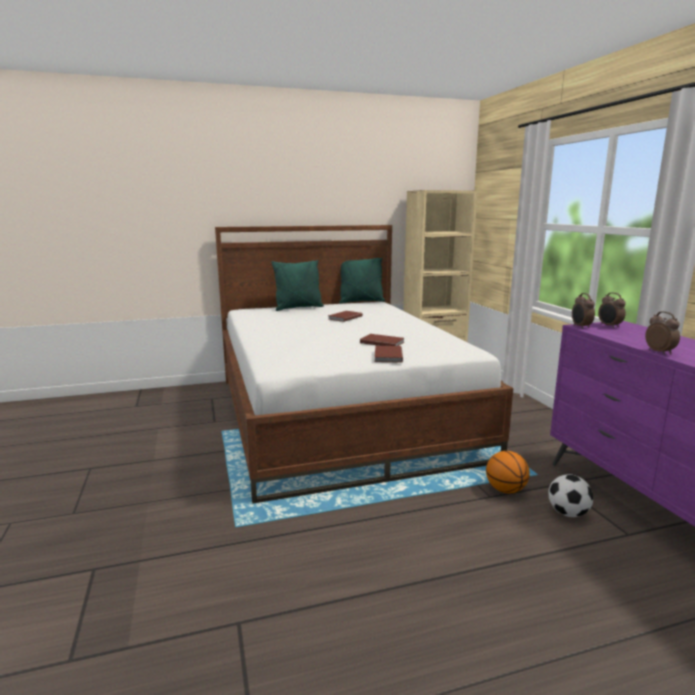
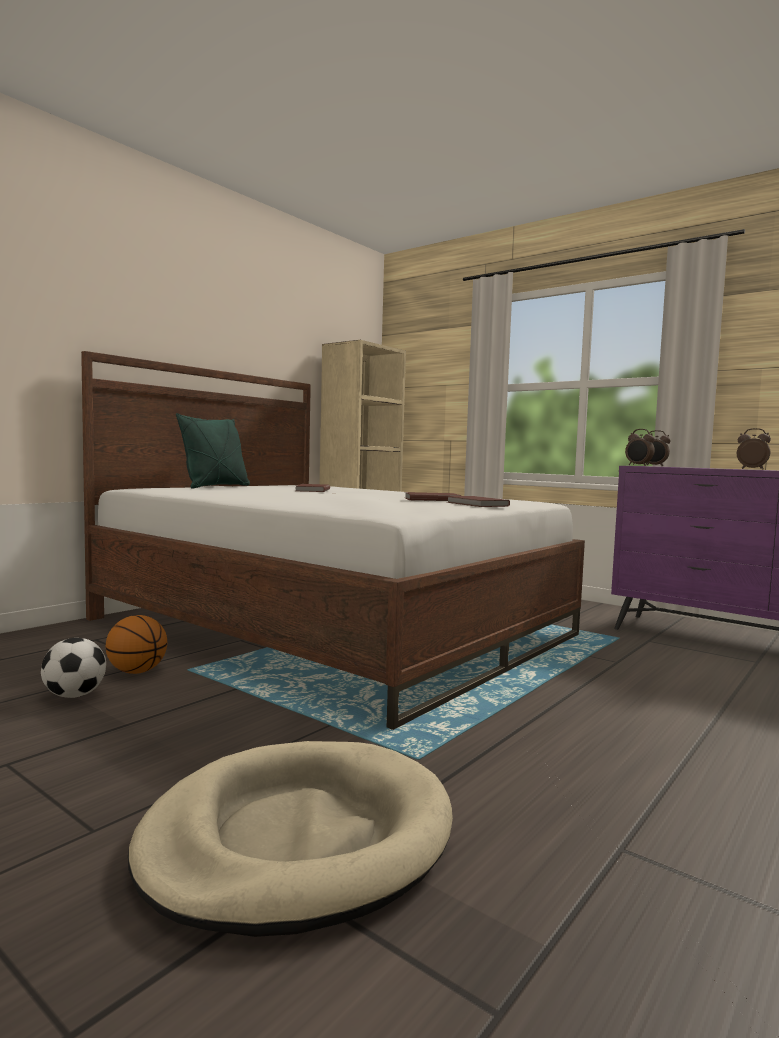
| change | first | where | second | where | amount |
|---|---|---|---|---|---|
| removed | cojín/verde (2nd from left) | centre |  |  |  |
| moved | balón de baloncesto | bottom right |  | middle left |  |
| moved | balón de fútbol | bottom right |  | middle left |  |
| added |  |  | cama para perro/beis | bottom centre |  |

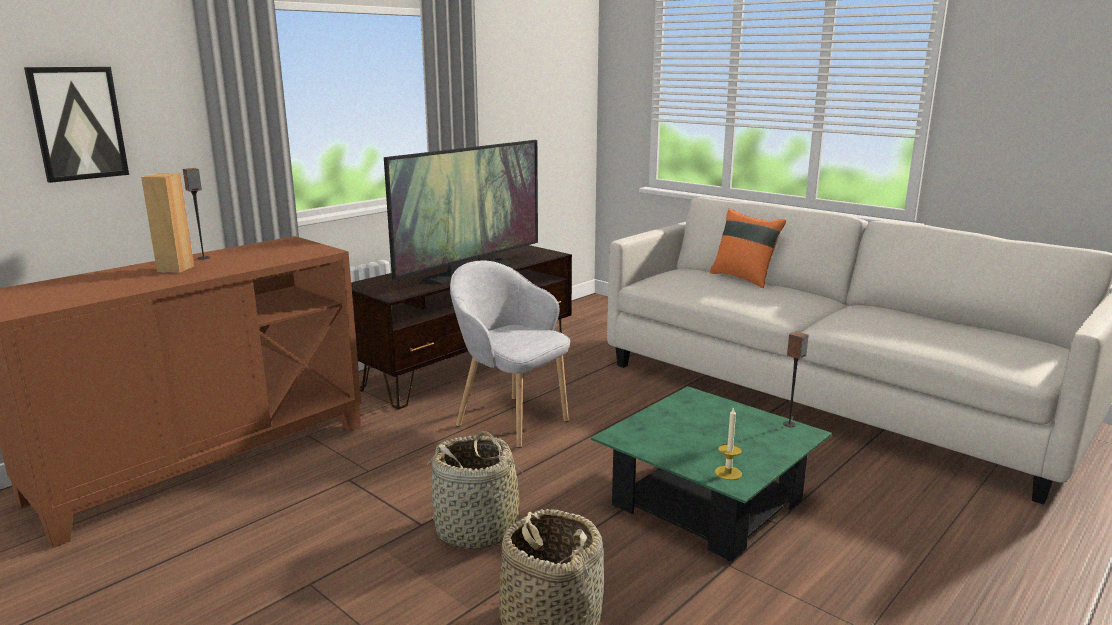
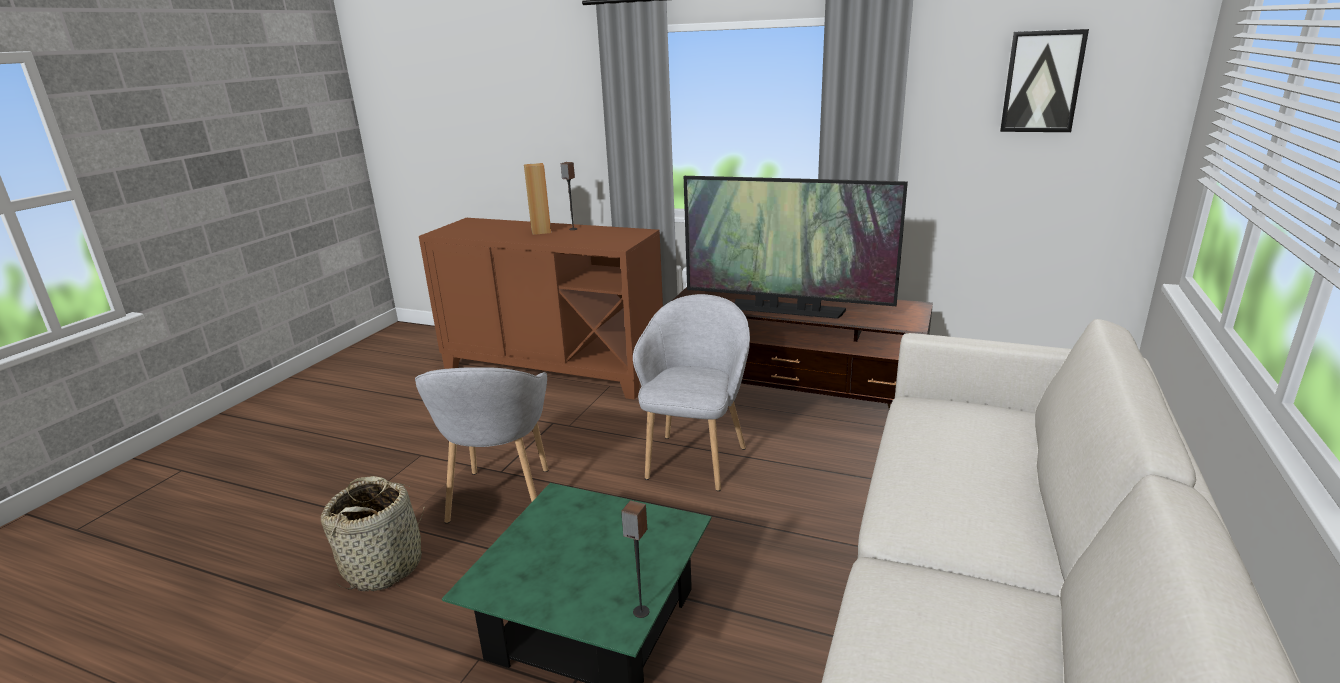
| change | first | where | second | where | amount |
|---|---|---|---|---|---|
| moved | cuadro | top left |  | top right |  |
| replaced | cesta (1st from left) | bottom centre | sillón/gris (1st from left) | centre |  |
| removed | cojín/naranja | middle right |  |  |  |
| removed | vela | bottom centre |  |  |  |

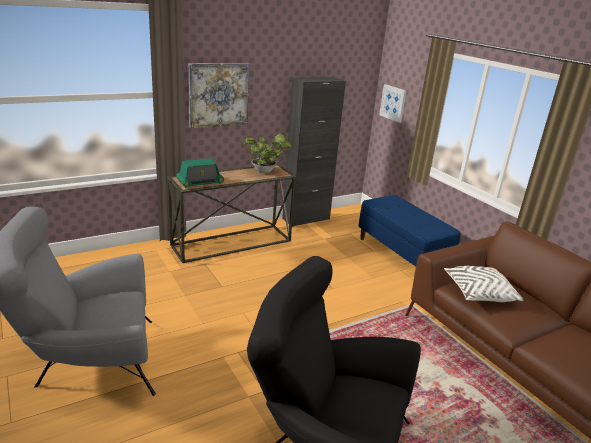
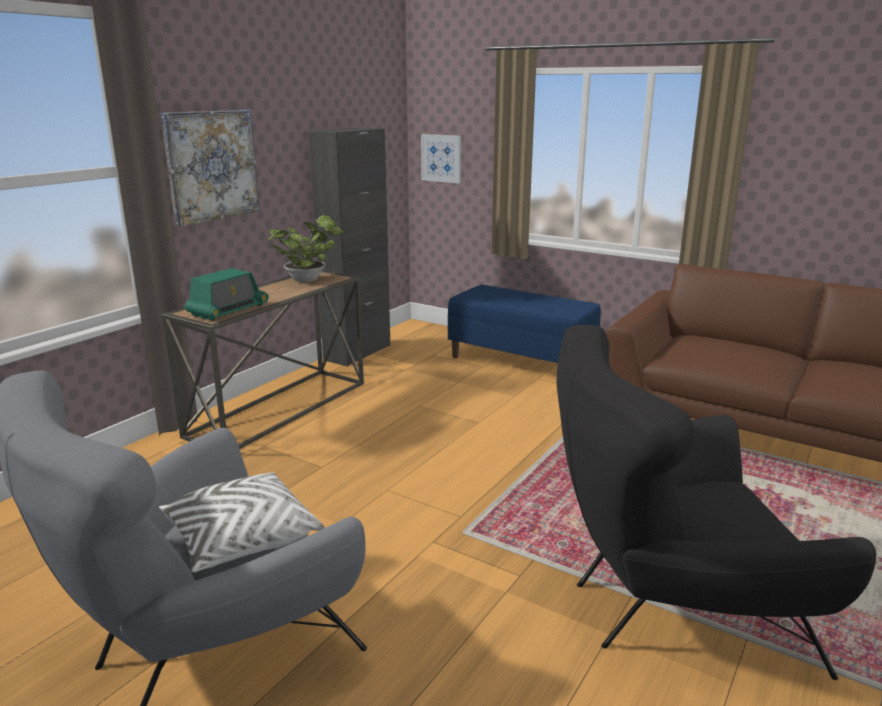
| change | first | where | second | where | amount |
|---|---|---|---|---|---|
| moved | cojín/blanco | middle right |  | bottom left |  |

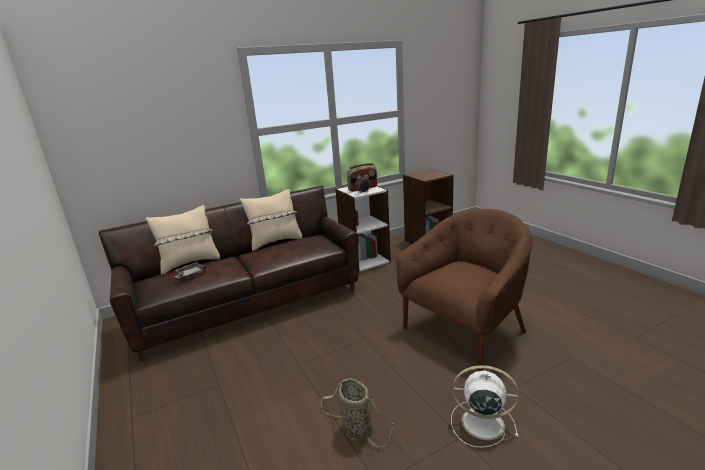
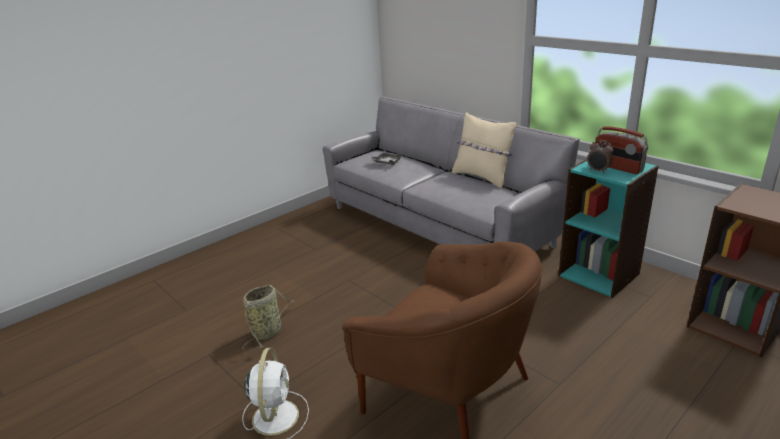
| change | first | where | second | where | amount |
|---|---|---|---|---|---|
| recoloured | sofá/marrón | middle left | sofá/gris | centre |  |
| removed | cojín/beis (1st from left) | middle left |  |  |  |
| recoloured | estantería/blanco | centre | estantería/turquesa | middle right |  |

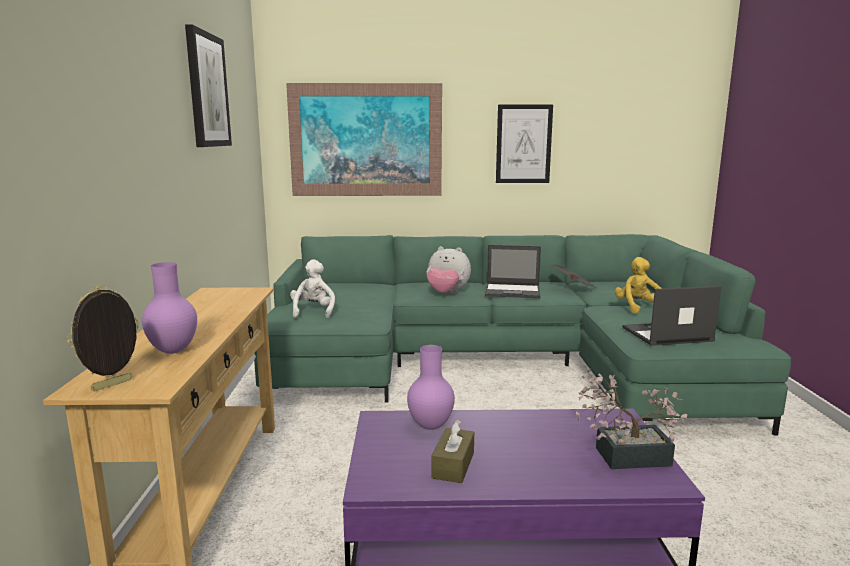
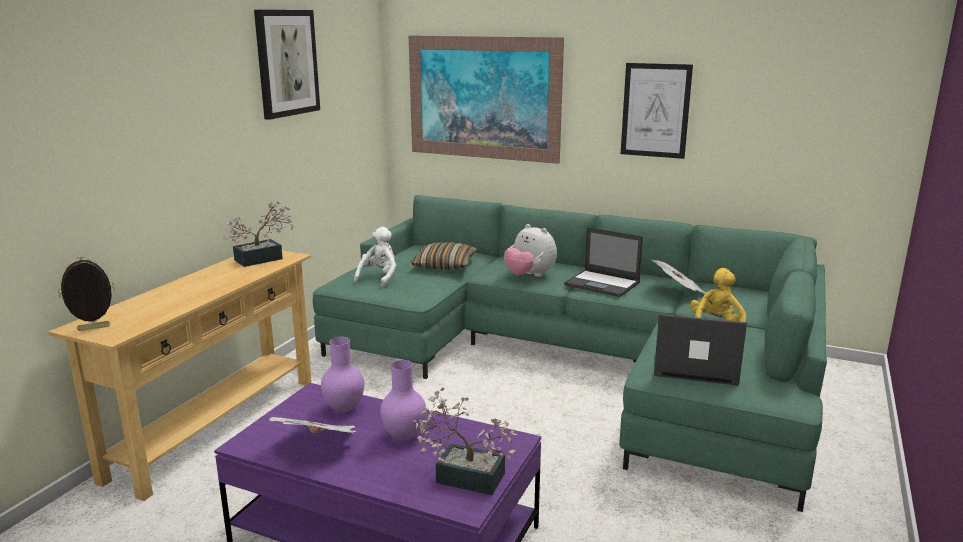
| change | first | where | second | where | amount |
|---|---|---|---|---|---|
| moved | florero/morado (1st from left in the first image) | middle left | florero/morado (2nd from left) | bottom centre |  |
| replaced | caja de pañuelos/marrón | bottom centre | periódico (1st from left) | bottom left |  |
| added |  |  | planta en maceta (1st from left) | middle left |  |
| added |  |  | cojín | centre |  |

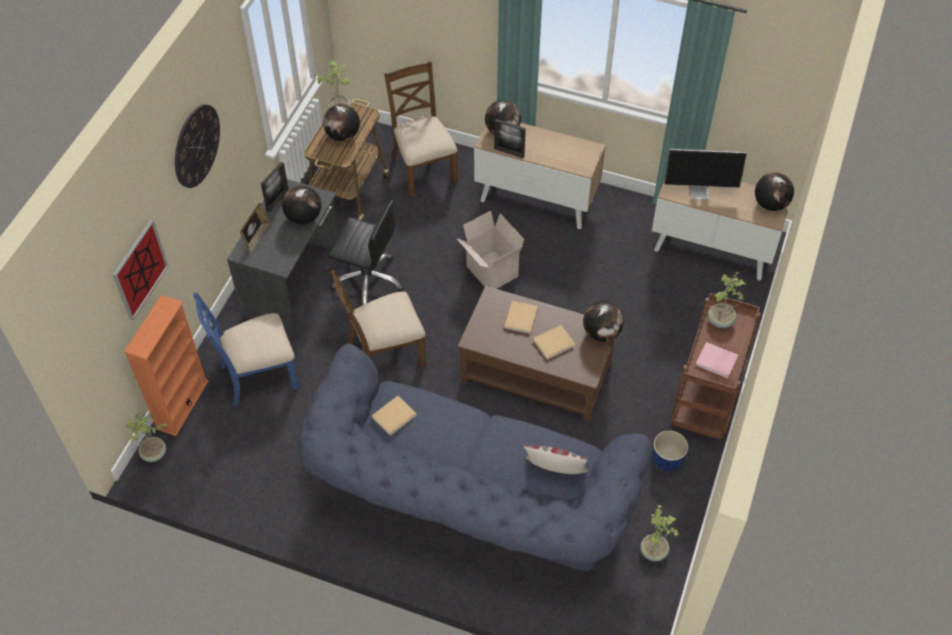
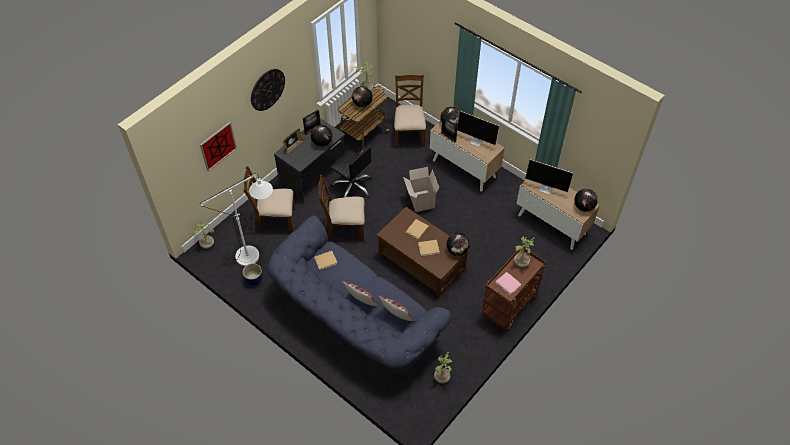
| change | first | where | second | where | amount |
|---|---|---|---|---|---|
| removed | estantería/naranja | middle left |  |  |  |
| recoloured | silla/azul | middle left | silla/marrón (1st from left) | centre |  |
| moved | maceta/azul | bottom right |  | middle left |  |
| added |  |  | lámpara de pie/blanco | middle left |  |
| added |  |  | cojín (1st from left) | centre |  |
| added |  |  | monitor (1st from left) | top centre |  |

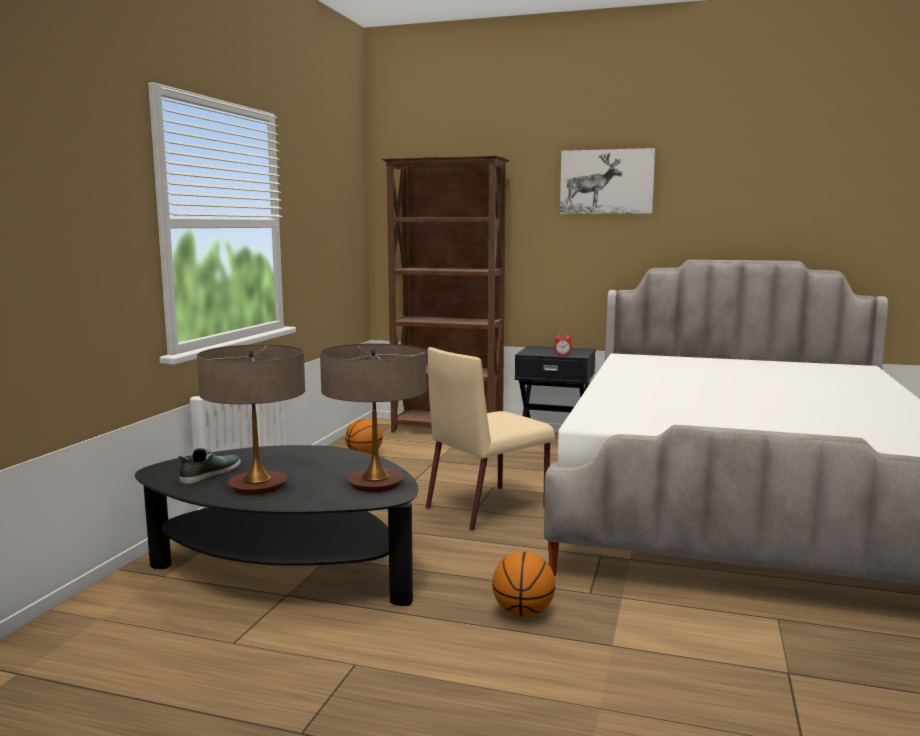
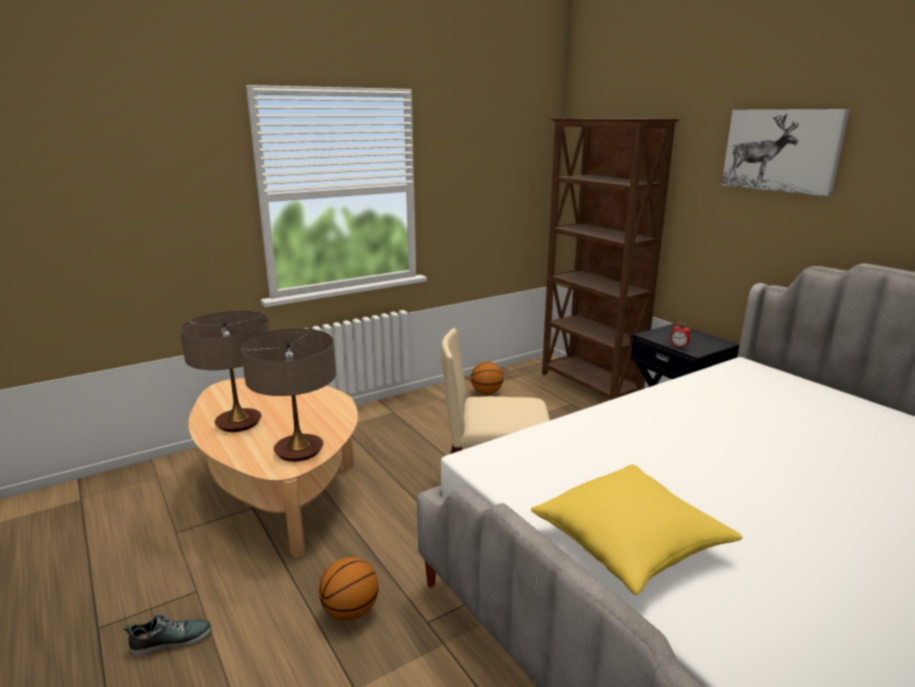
| change | first | where | second | where | amount |
|---|---|---|---|---|---|
| recoloured | mesa de centro/negro | bottom left | mesa de centro/beis | bottom left |  |
| moved | zapato | middle left |  | bottom left |  |
| added |  |  | cojín/amarillo | bottom right |  |

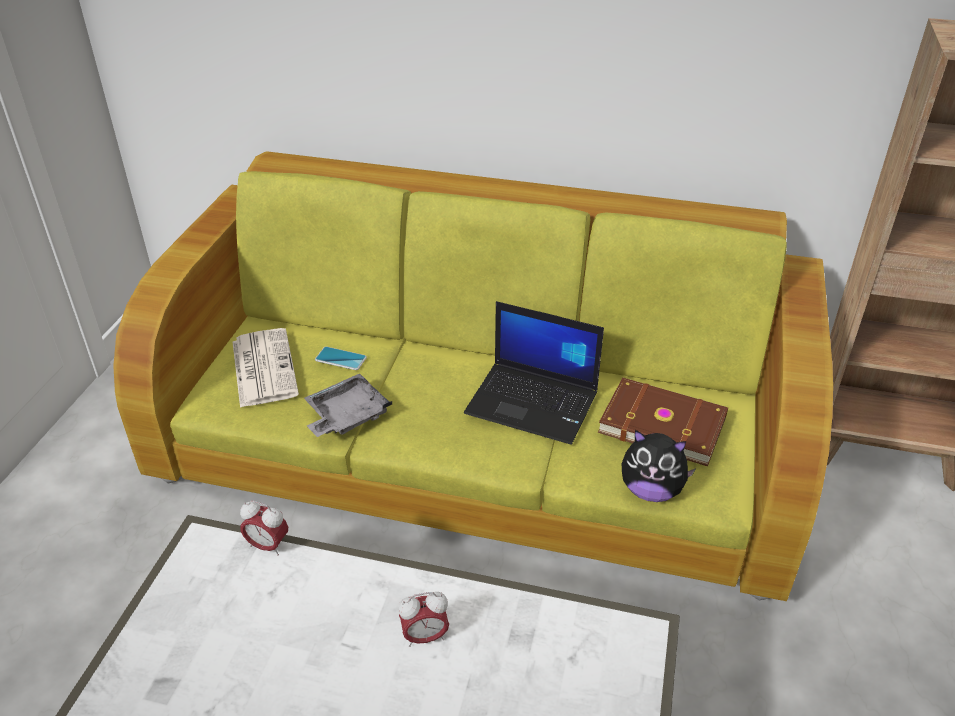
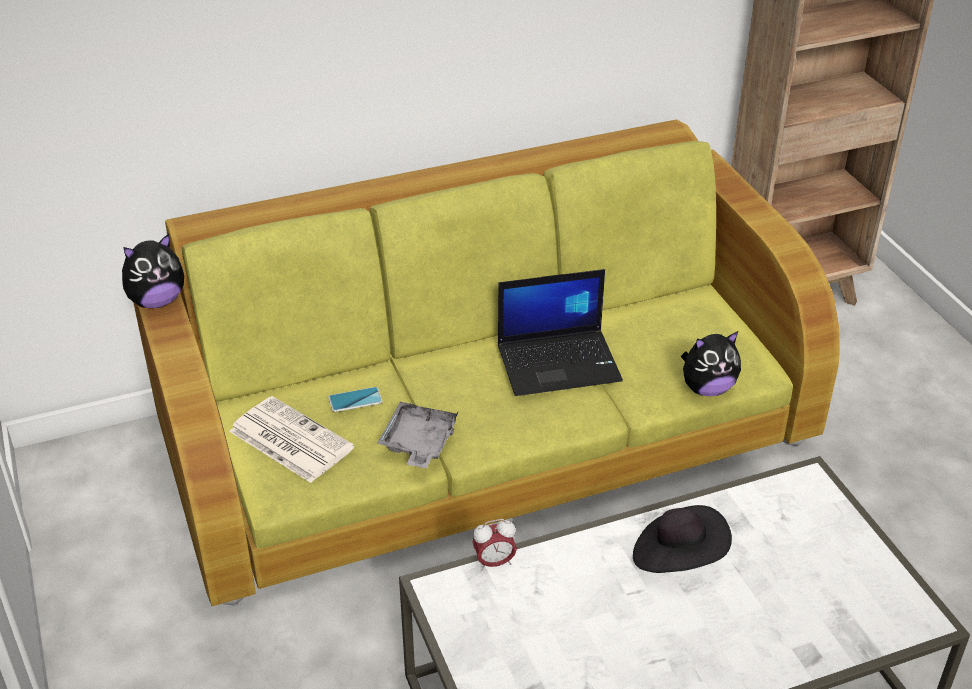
| change | first | where | second | where | amount |
|---|---|---|---|---|---|
| replaced | despertador (2nd from left) | bottom centre | sombrero/negro | bottom right |  |
| removed | libro/marrón | middle right |  |  |  |
| added |  |  | peluche (1st from left) | middle left |  |

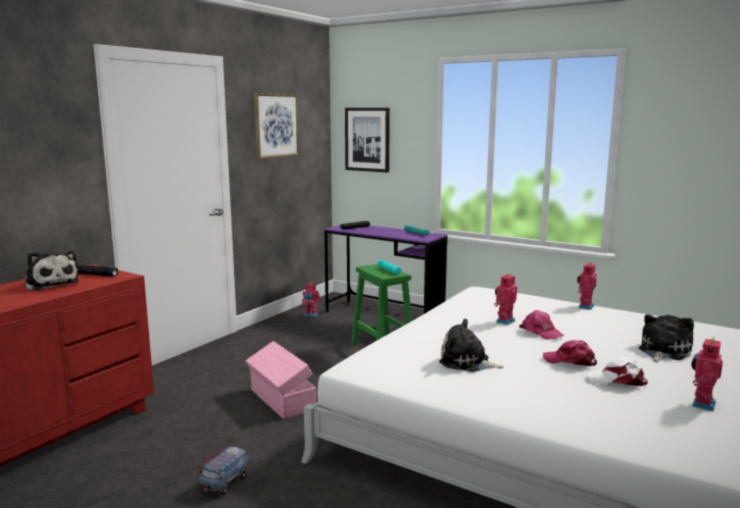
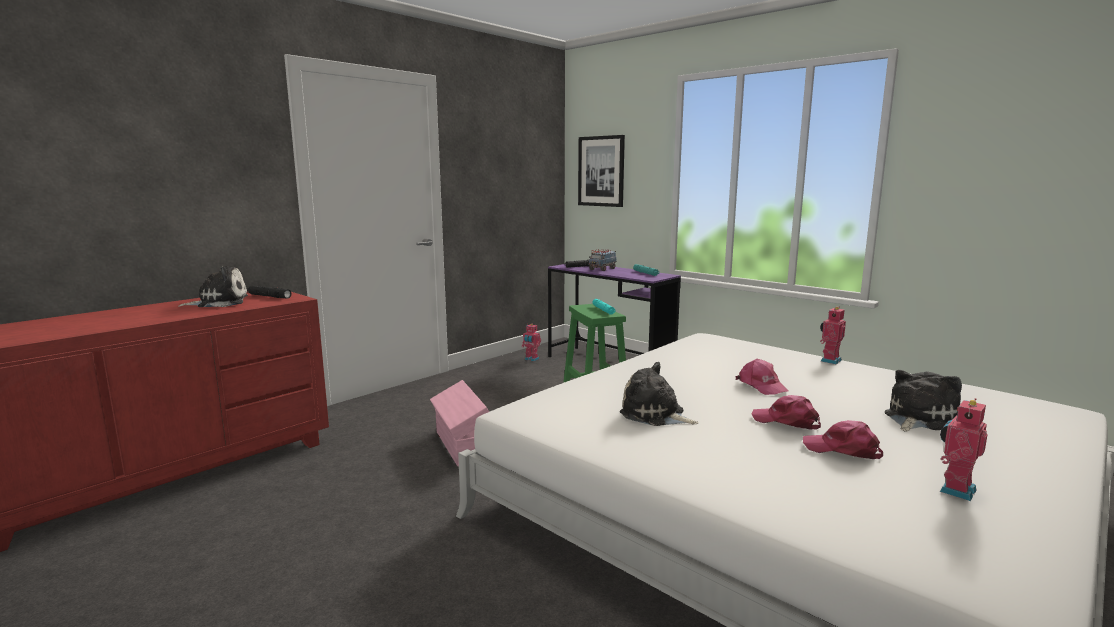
| change | first | where | second | where | amount |
|---|---|---|---|---|---|
| turned | peluche (1st from left) | middle left |  | middle left | 75 degrees counterclockwise |
| moved | camión de juguete | bottom left |  | centre |  |
| removed | cuadro (1st from left) | top centre |  |  |  |
| removed | robot de juguete (2nd from left) | middle right |  |  |  |
| recoloured | gorra/blanco | bottom right | gorra/rosa (3rd from left) | bottom right |  |

